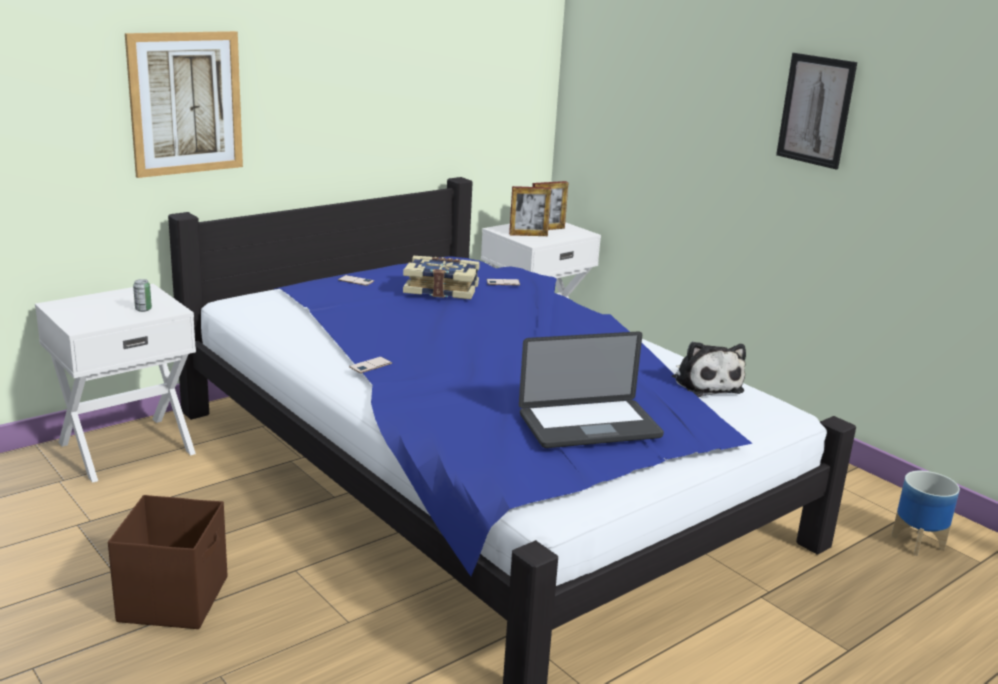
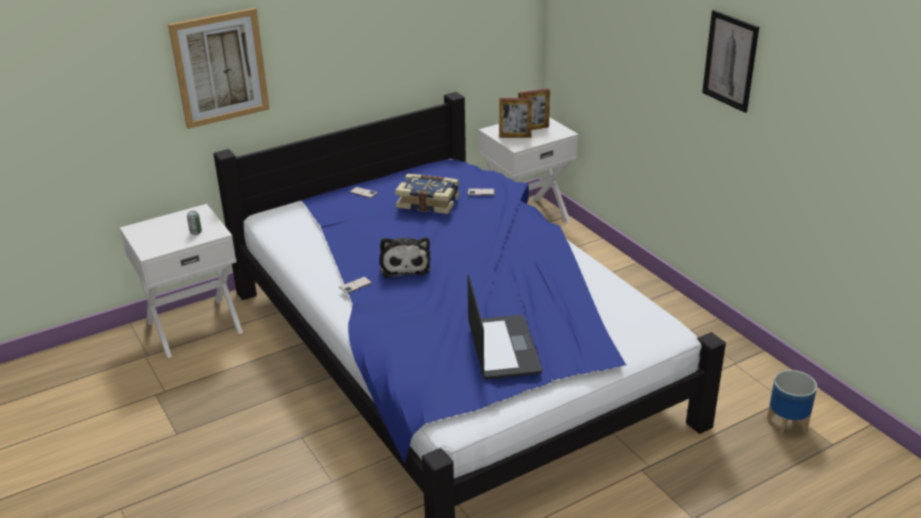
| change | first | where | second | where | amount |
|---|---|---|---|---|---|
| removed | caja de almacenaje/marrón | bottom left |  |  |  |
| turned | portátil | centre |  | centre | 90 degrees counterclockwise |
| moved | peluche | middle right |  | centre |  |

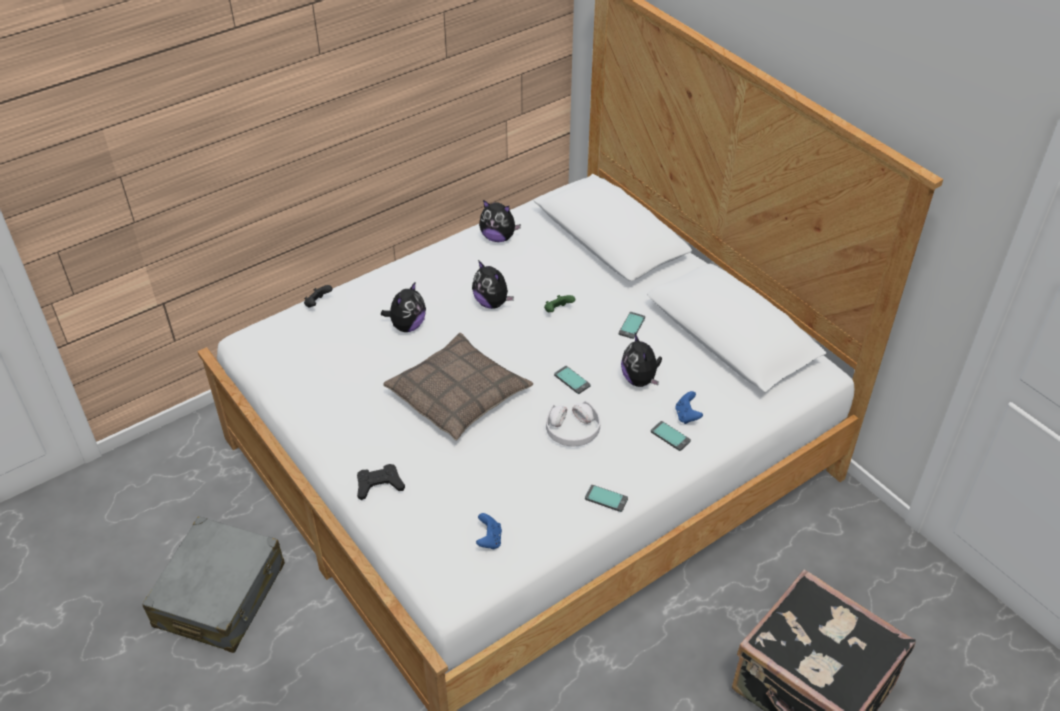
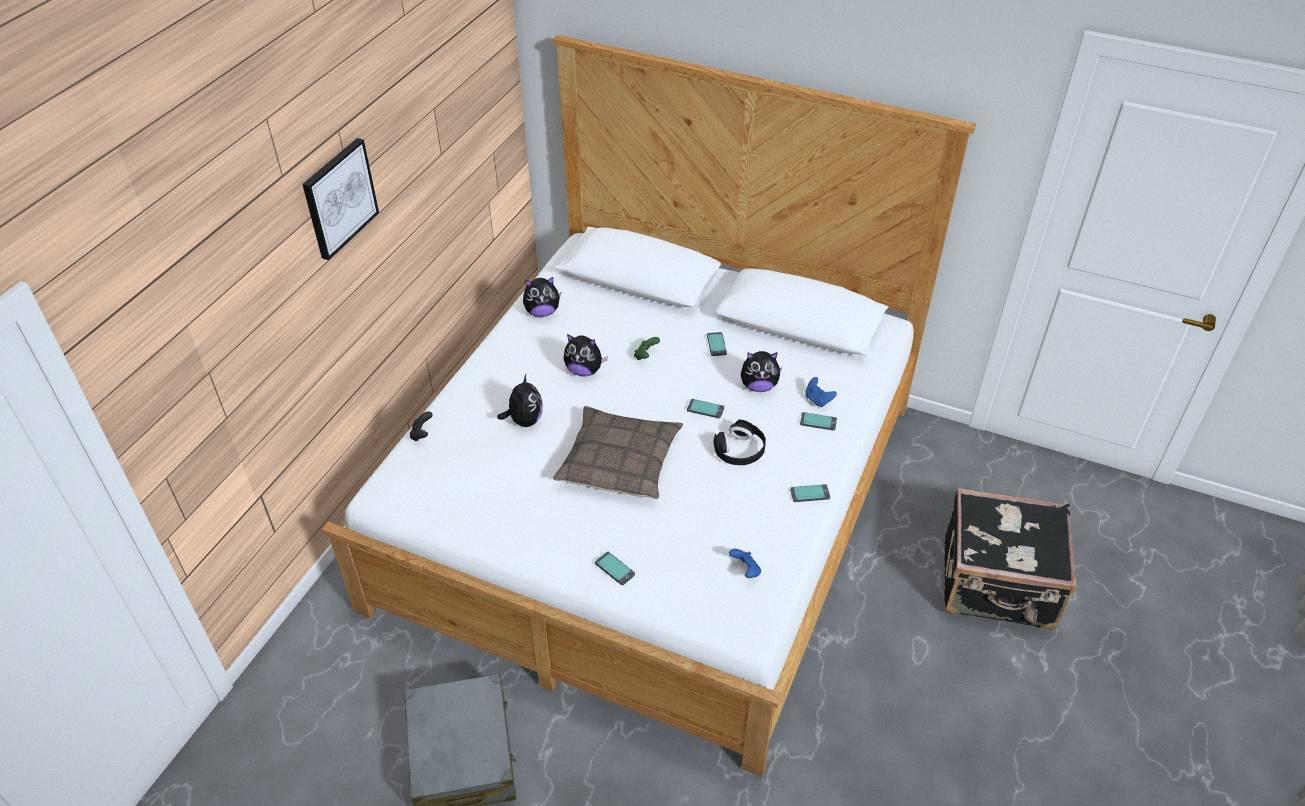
| change | first | where | second | where | amount |
|---|---|---|---|---|---|
| replaced | mando de consola/negro (2nd from left) | bottom centre | móvil (1st from left) | bottom centre |  |
| recoloured | auriculares/blanco | centre | auriculares/negro | centre |  |
| turned | peluche (4th from left) | centre |  | centre | 45 degrees counterclockwise |
| added |  |  | cuadro | top left |  |

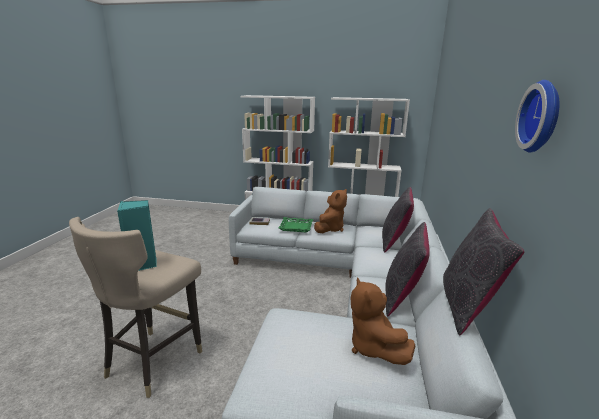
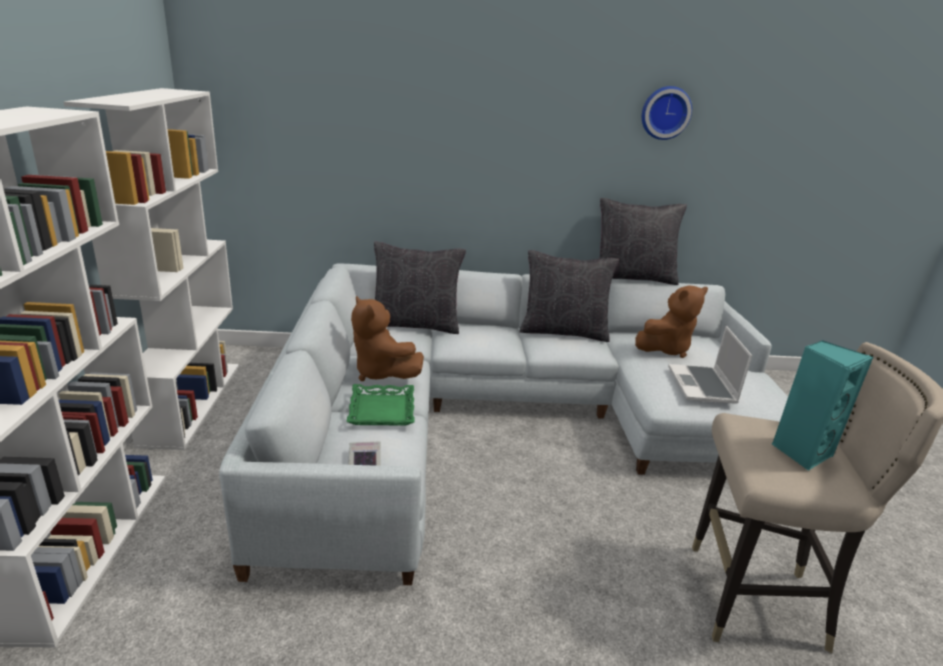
| change | first | where | second | where | amount |
|---|---|---|---|---|---|
| turned | peluche/marrón (1st from left) | centre |  | centre | 150 degrees counterclockwise |
| added |  |  | portátil | middle right |  |

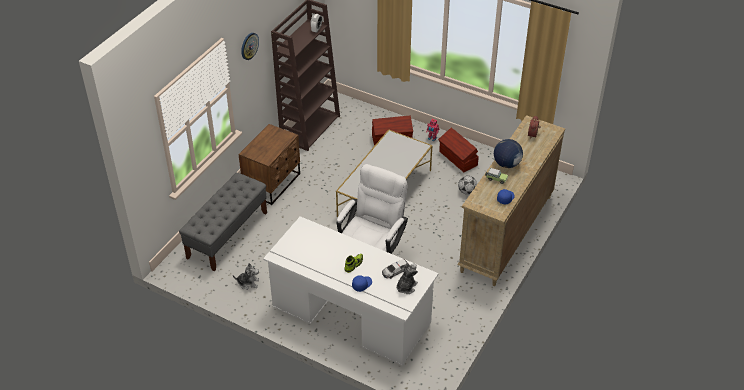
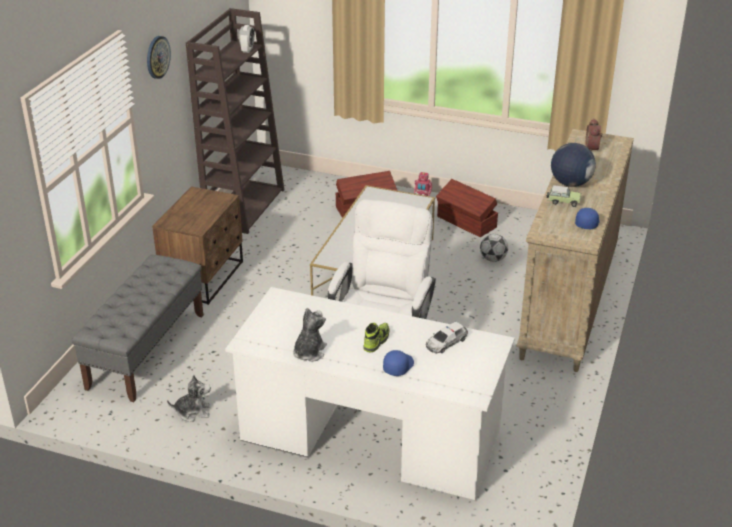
| change | first | where | second | where | amount |
|---|---|---|---|---|---|
| moved | peluche (2nd from left) | bottom centre |  | centre |  |

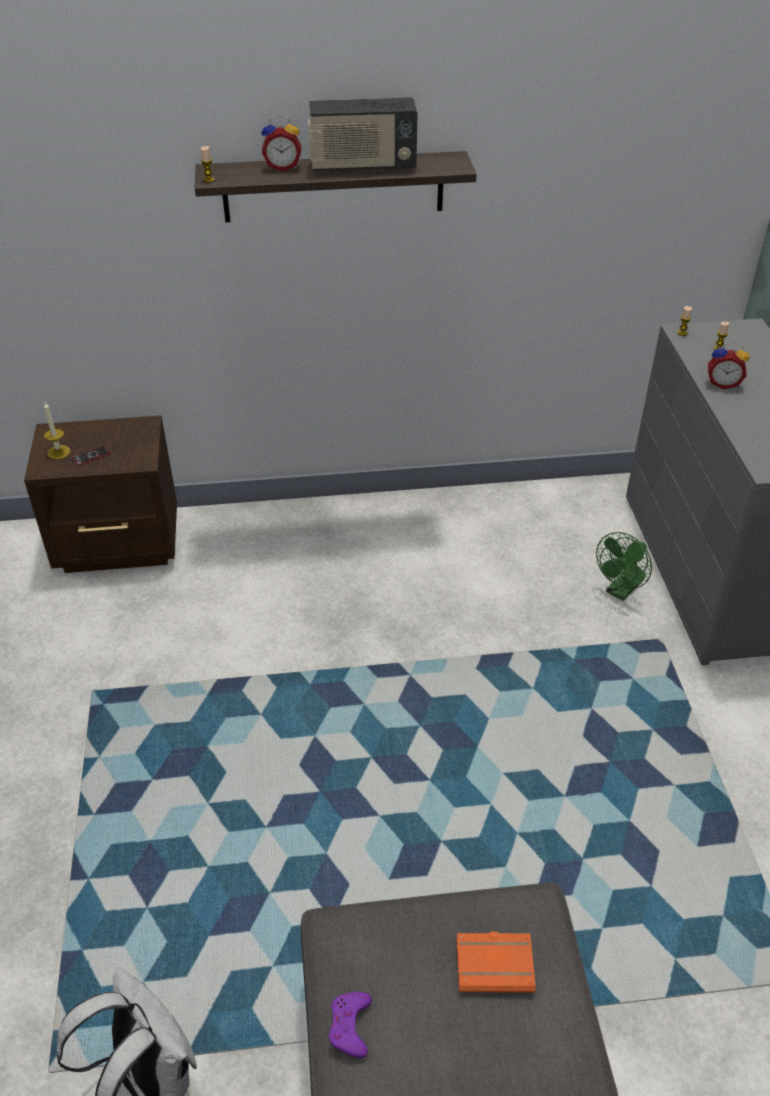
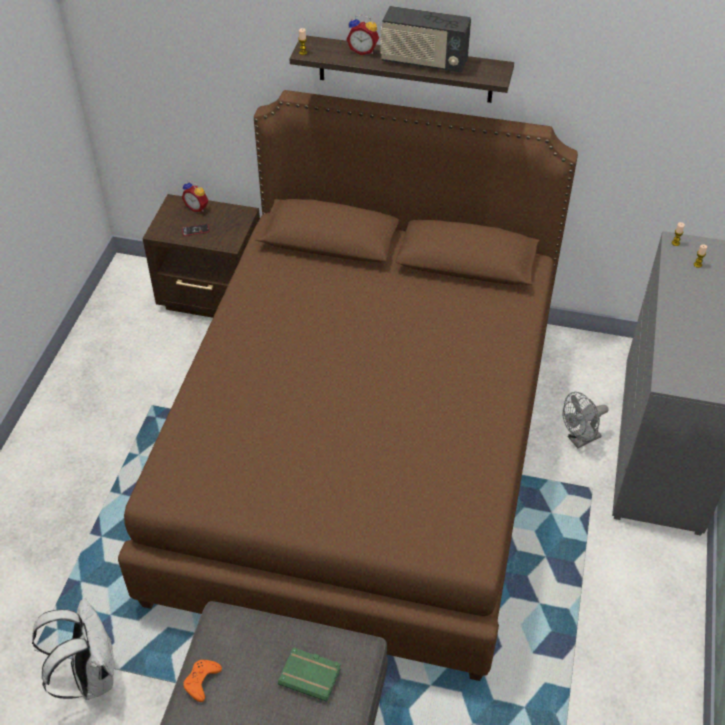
| change | first | where | second | where | amount |
|---|---|---|---|---|---|
| removed | vela (1st from left) | middle left |  |  |  |
| recoloured | mando de consola/morado | bottom centre | mando de consola/naranja | bottom left |  |
| recoloured | libro/naranja | bottom centre | libro/verde | bottom centre |  |
| recoloured | ventilador/verde | middle right | ventilador/gris | middle right |  |
| moved | despertador (2nd from left in the first image) | top right | despertador (1st from left) | top left |  |
| added |  |  | cama/marrón | centre |  |

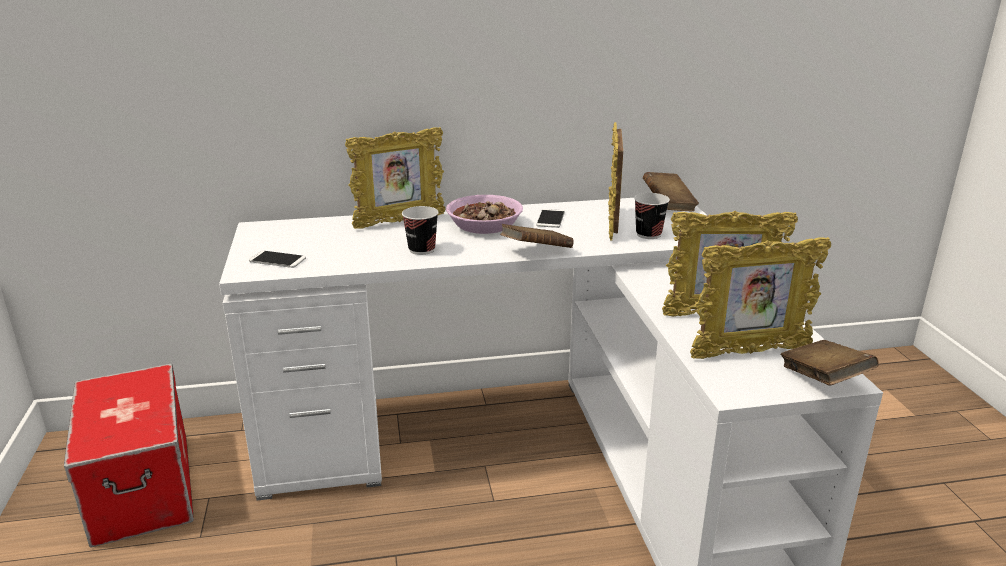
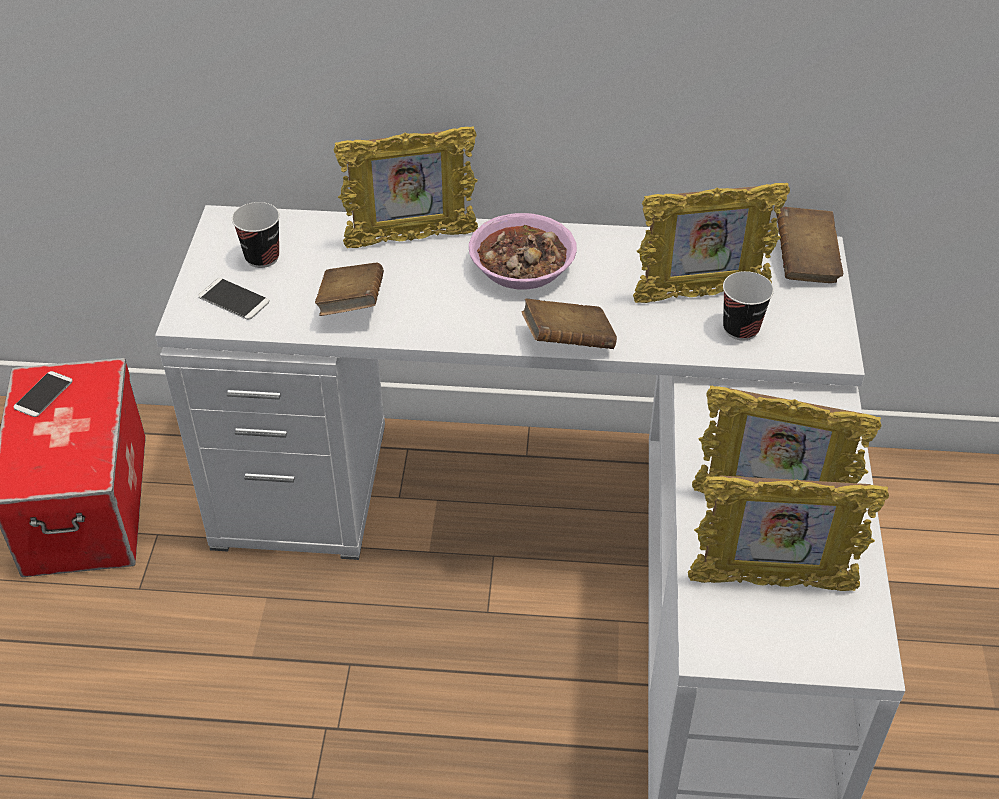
| change | first | where | second | where | amount |
|---|---|---|---|---|---|
| moved | taza (1st from left) | centre |  | top left |  |
| moved | móvil (2nd from left in the first image) | centre | móvil (1st from left) | middle left |  |
| turned | portarretratos (2nd from left) | top centre |  | top right | 120 degrees counterclockwise |
| moved | libro/marrón (3rd from left in the first image) | middle right | libro/marrón (1st from left) | centre |  |

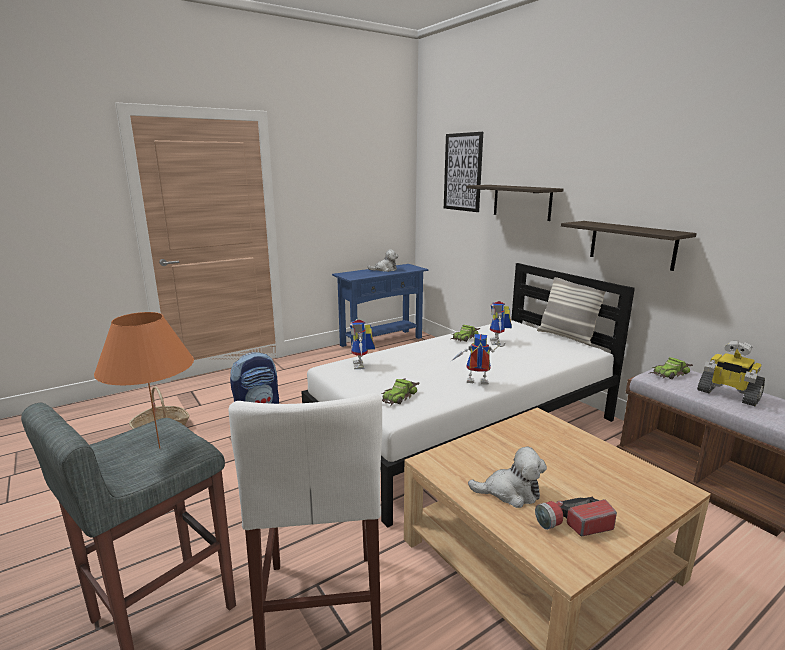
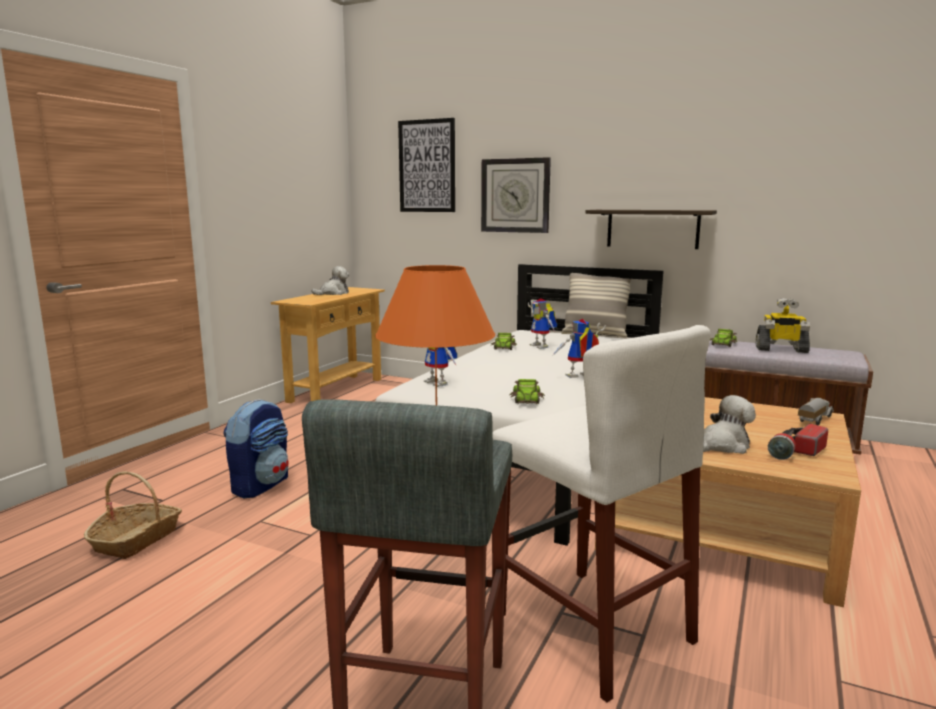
| change | first | where | second | where | amount |
|---|---|---|---|---|---|
| recoloured | mesa consola/azul | centre | mesa consola/beis | centre |  |
| replaced | estante (1st from left) | top centre | reloj de pared | top centre |  |
| added |  |  | camión de juguete | middle right |  |

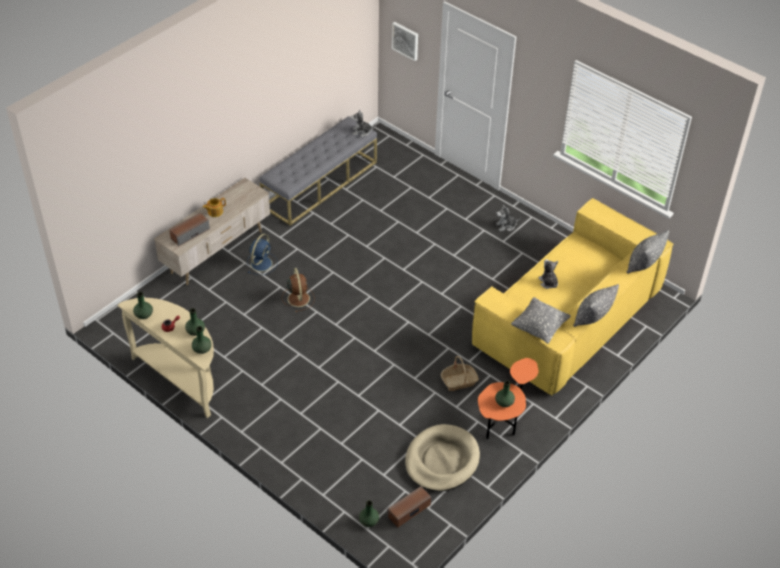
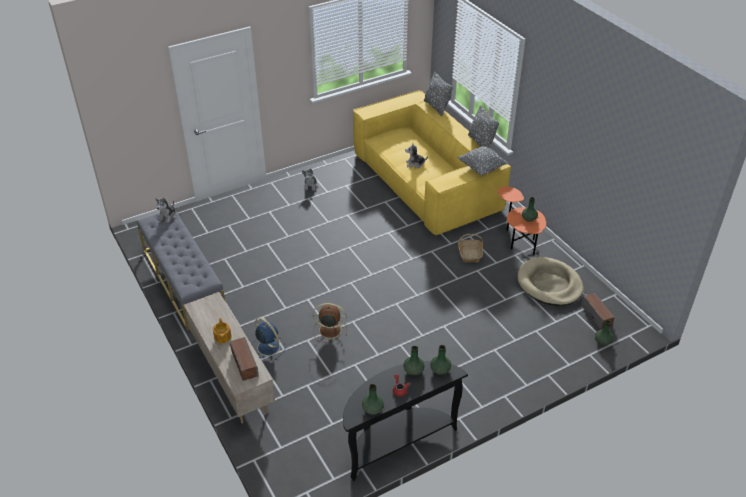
| change | first | where | second | where | amount |
|---|---|---|---|---|---|
| recoloured | mesa consola/beis | middle left | mesa consola/negro | bottom centre |  |
| removed | cuadro | top centre |  |  |  |

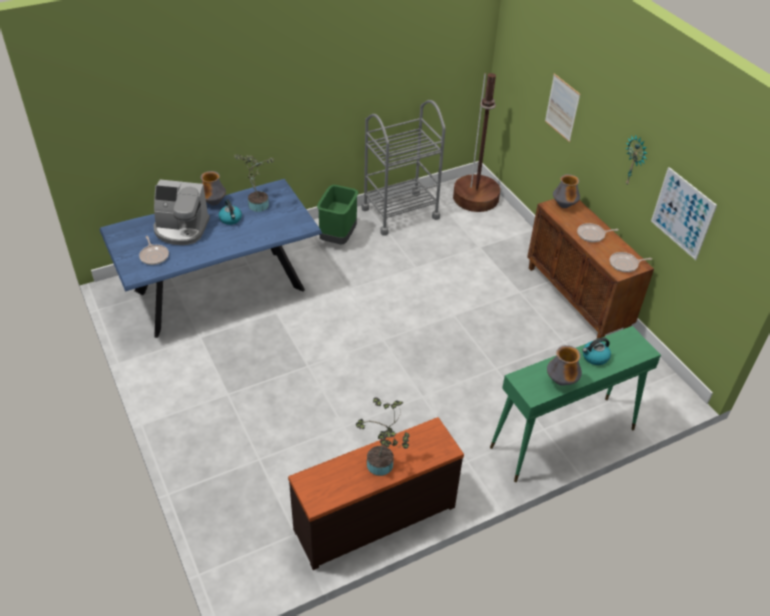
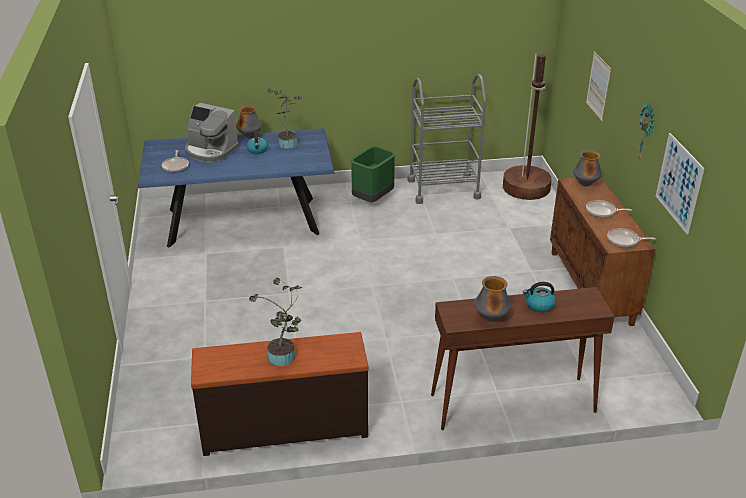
| change | first | where | second | where | amount |
|---|---|---|---|---|---|
| recoloured | mesa consola/verde | middle right | mesa consola/marrón | bottom right |  |

